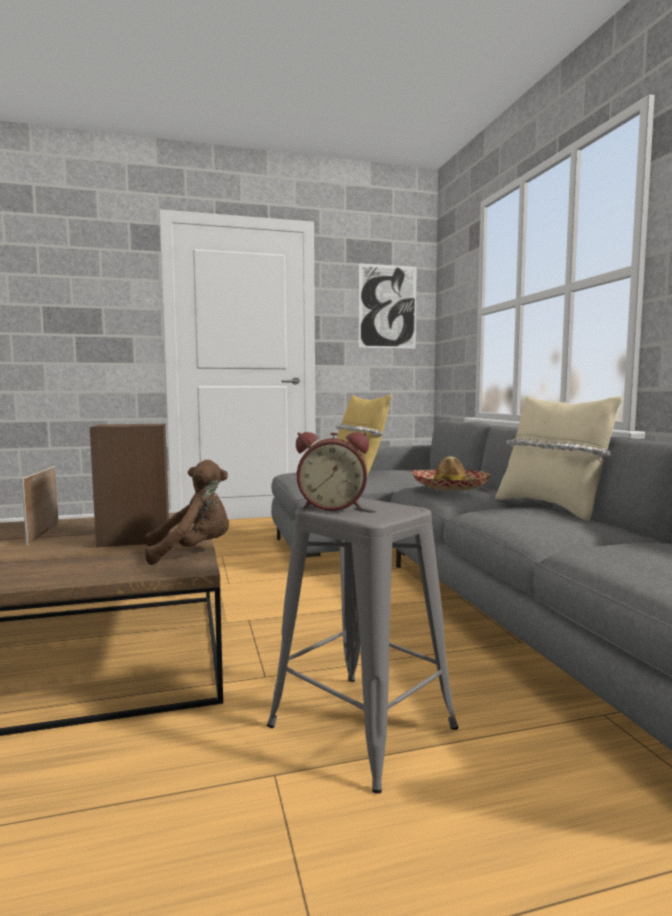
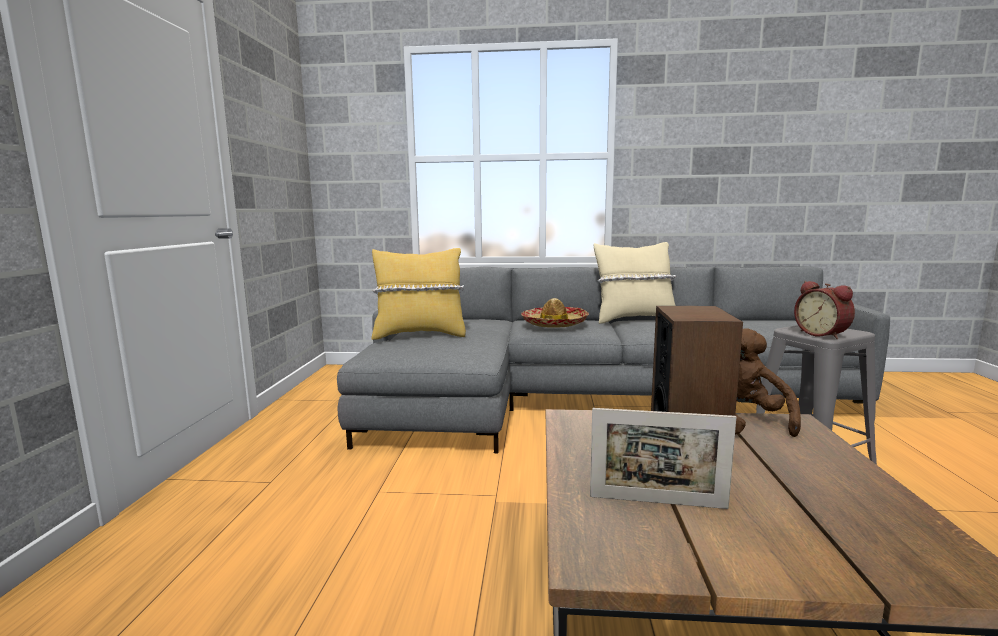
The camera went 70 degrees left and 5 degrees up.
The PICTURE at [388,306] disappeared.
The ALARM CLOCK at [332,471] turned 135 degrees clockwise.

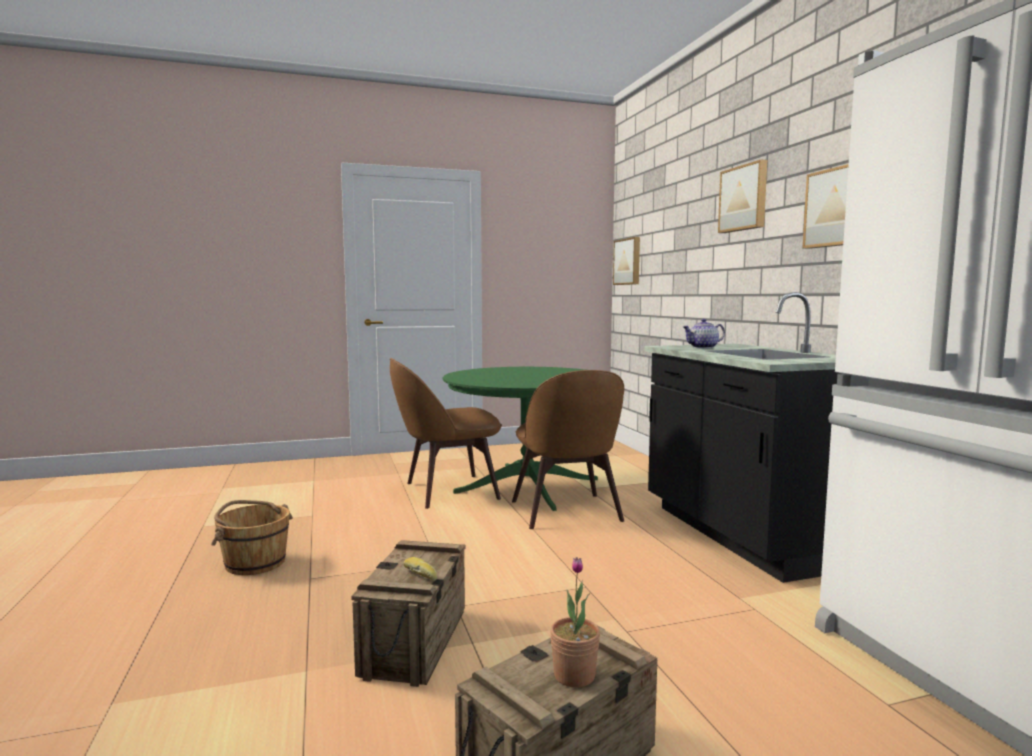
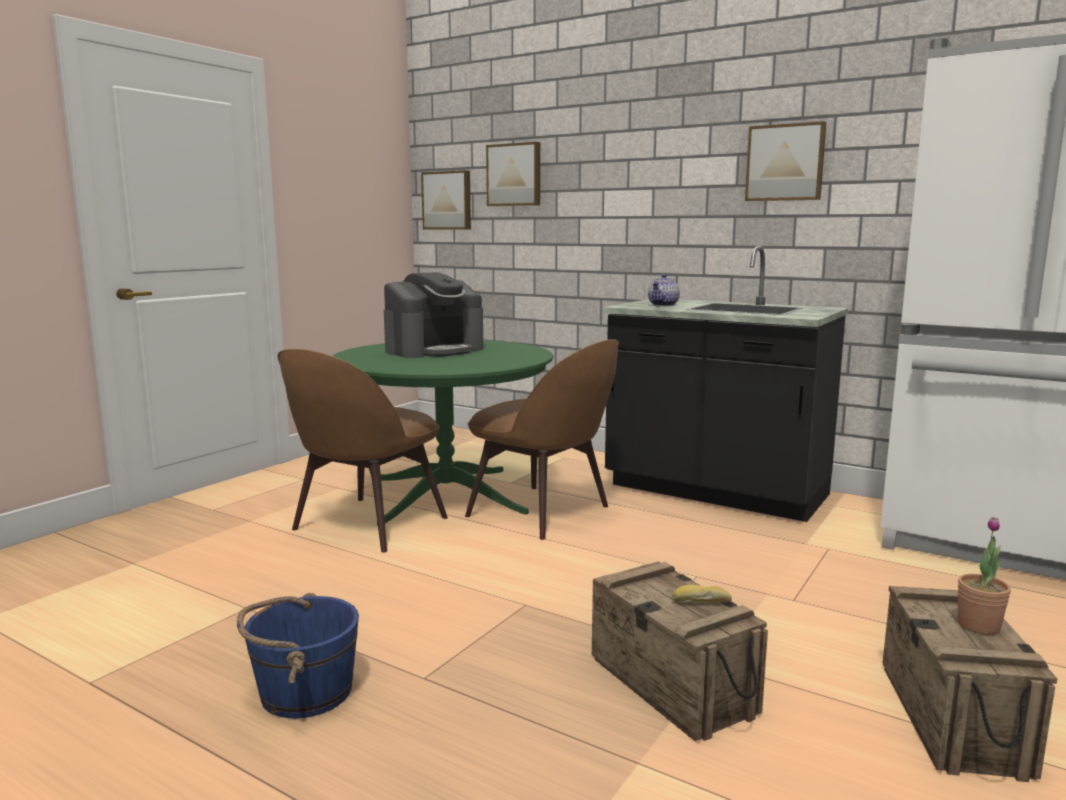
The camera went 40 degrees left and 5 degrees up.
The COFFEE MACHINE at [433,315] appeared.
The PICTURE moved from [742,196] to [513,174].
The BROWN BUCKET at [252,537] became the BLUE BUCKET at [298,655].

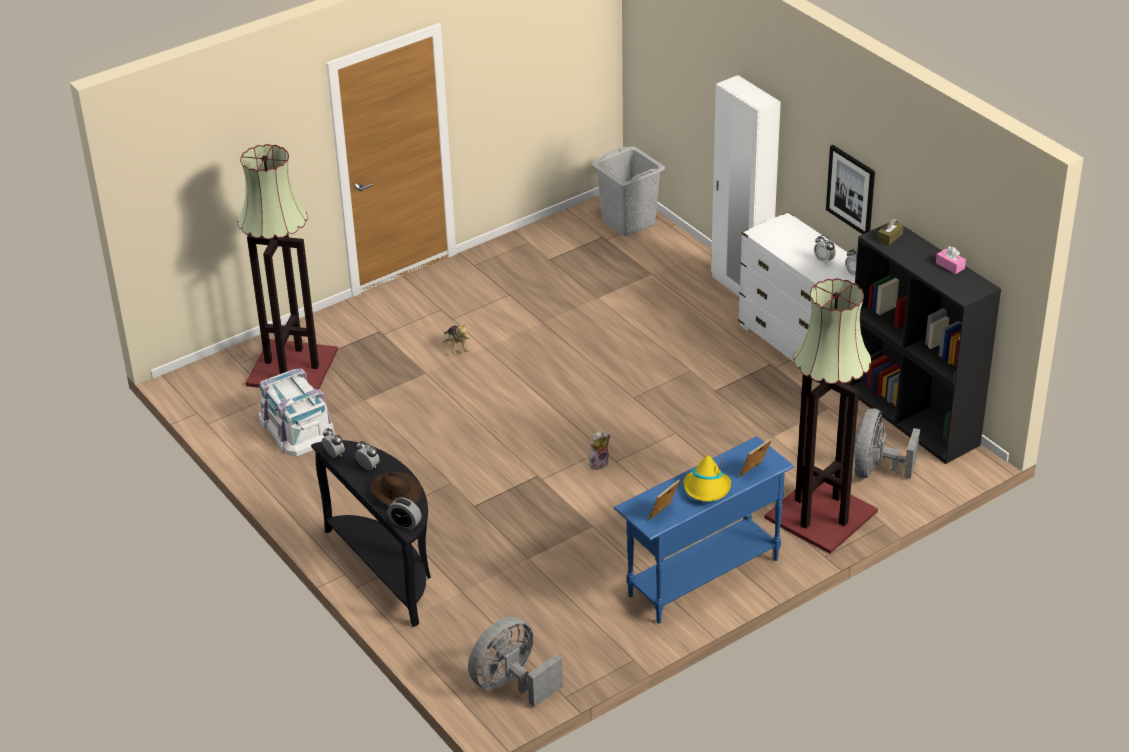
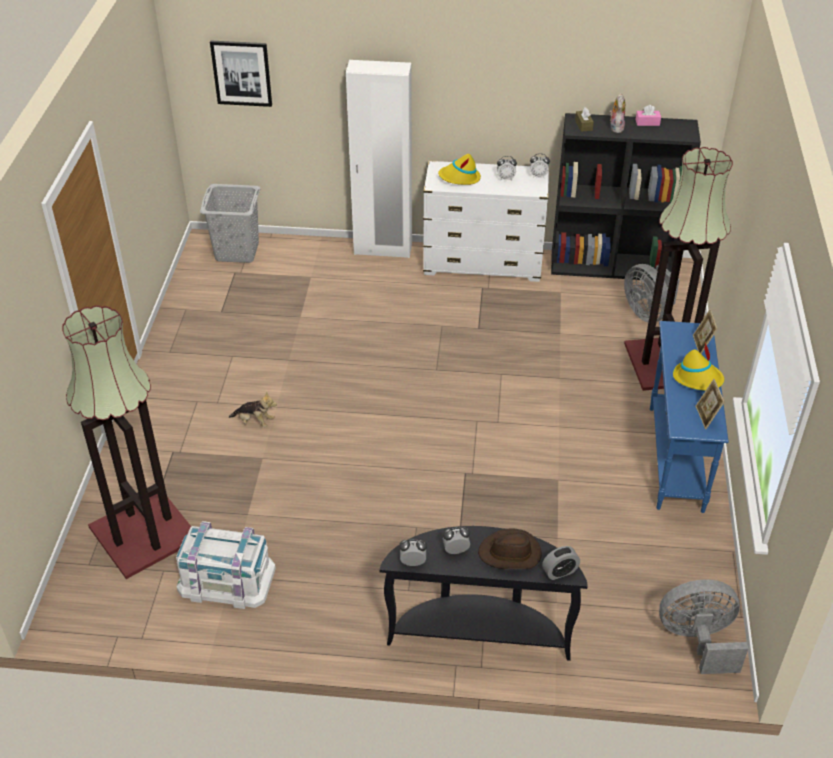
The camera went 50 degrees left and 5 degrees up.
The YELLOW HAT at [459,169] appeared.
The PLUSH TOY moved from [600,450] to [617,113].
The PICTURE moved from [850,189] to [241,74].
The GREY FAN at [515,662] turned 90 degrees clockwise.

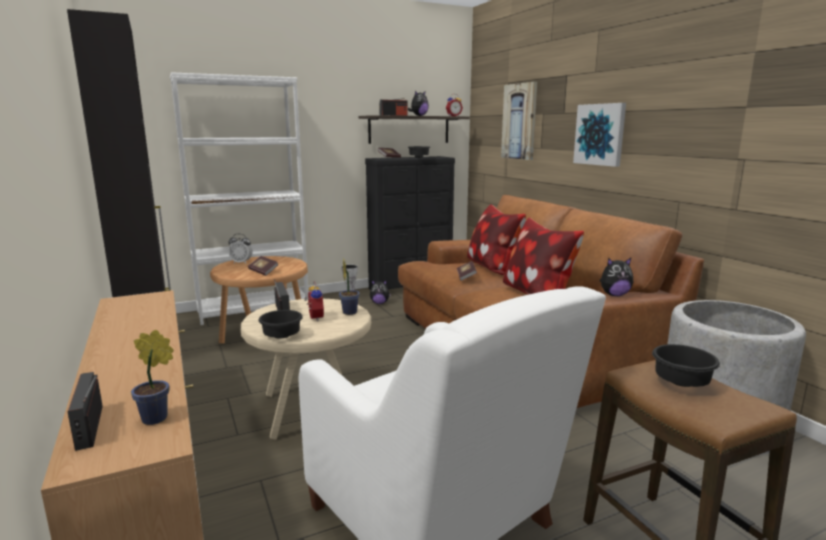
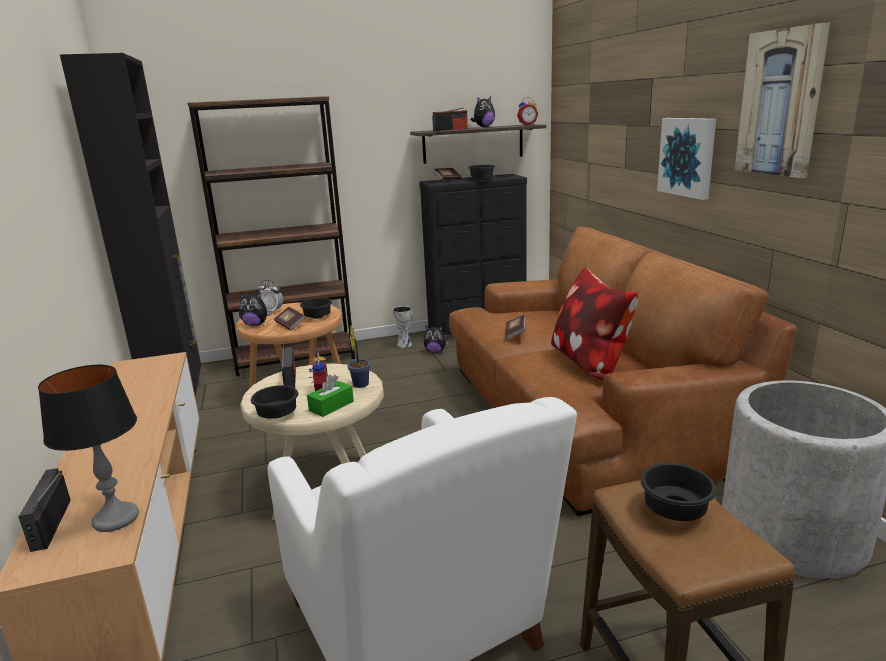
The camera went 10 degrees right and 5 degrees up.
The PILLOW at [496,239] disappeared.
The BLACK BOWL at [316,308] appeared.
The GREEN TISSUE BOX at [330,396] appeared.
The PICTURE moved from [519,121] to [782,100].
The PLUSH TOY moved from [616,277] to [255,309].
The POTTED PLANT at [152,377] was replaced by the TABLE LAMP at [88,448].
The WHITE BOOKCASE at [239,198] became the BROWN BOOKCASE at [271,236].

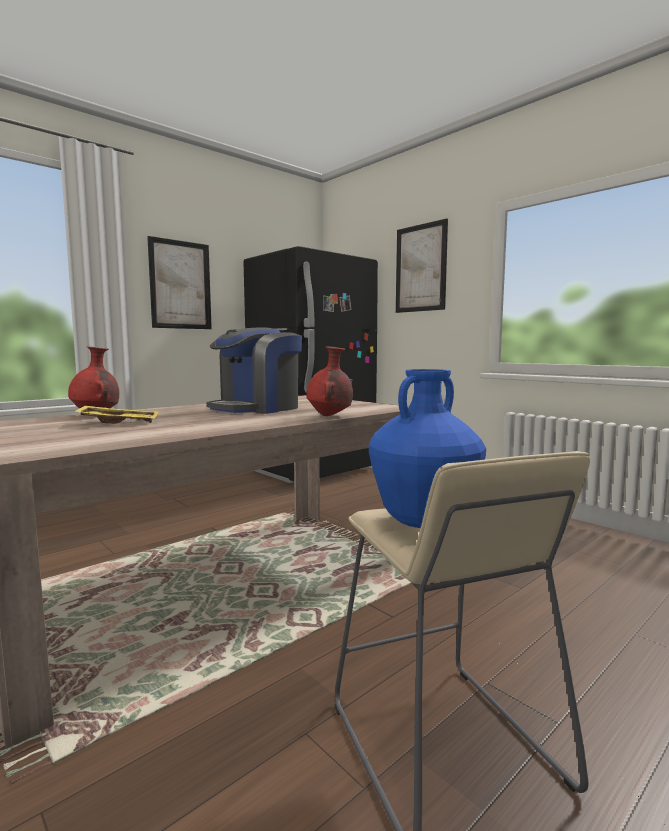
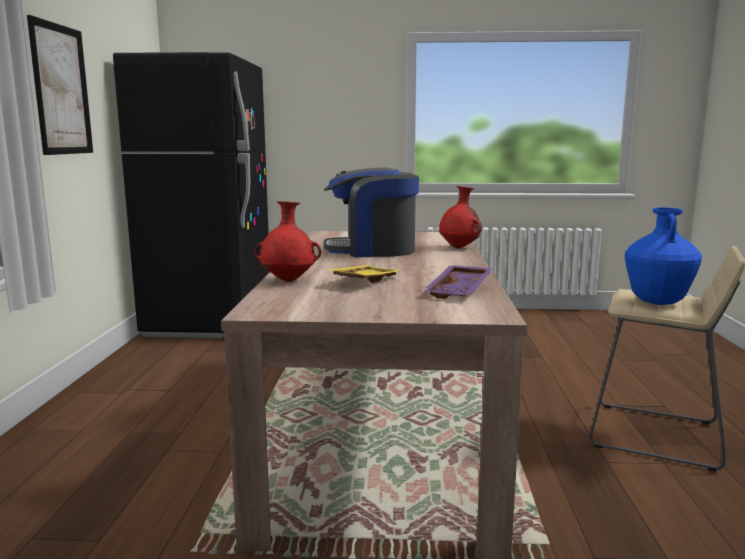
The camera went 45 degrees left and 5 degrees up.
The PICTURE at [422,265] disappeared.
The PURPLE TRAY at [458,282] appeared.
The COFFEE MACHINE at [254,370] turned 90 degrees clockwise.

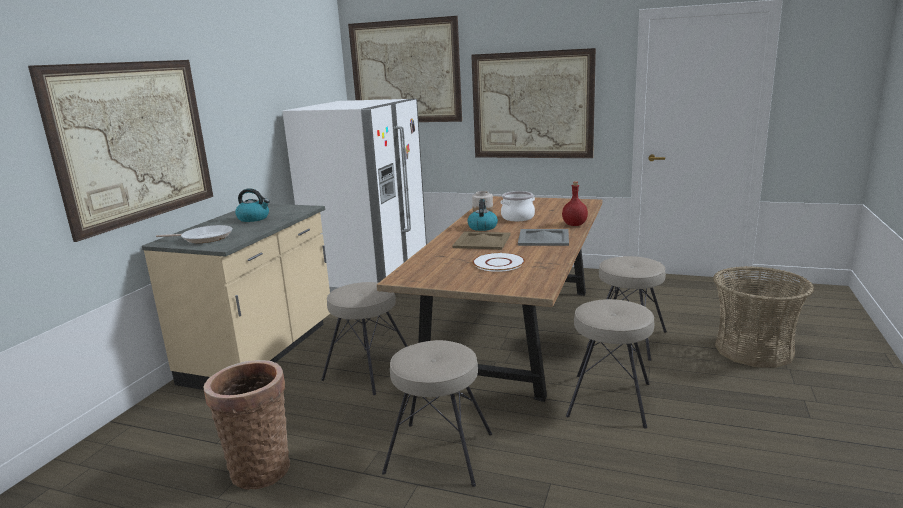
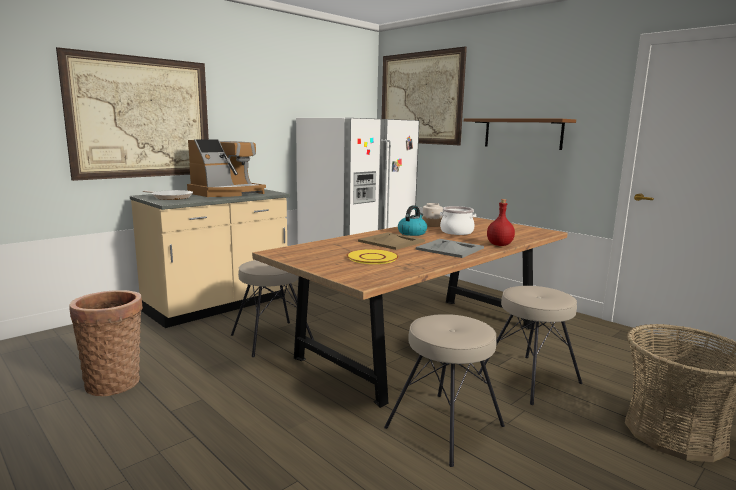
The camera went 25 degrees right and 5 degrees down.
The BEIGE STOOL at [437,413] disappeared.
The KETTLE at [252,205] was replaced by the COFFEE MACHINE at [226,168].
The PICTURE at [533,103] was replaced by the BROWN SHELF at [520,134].
The WHITE PLATE at [498,262] became the YELLOW PLATE at [372,256].

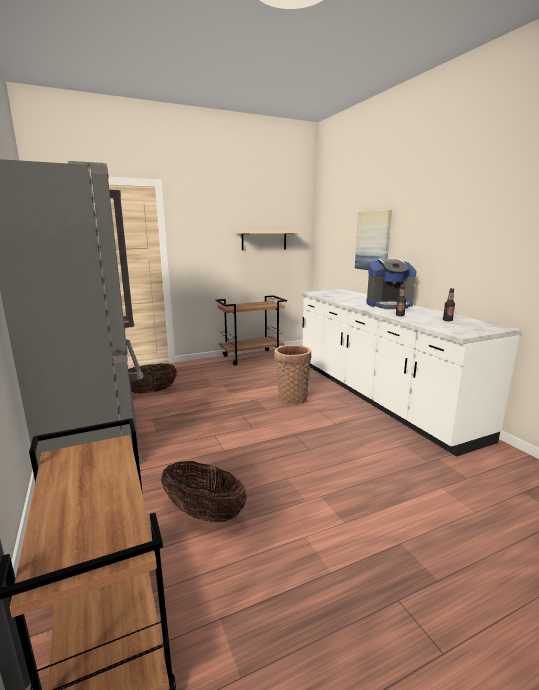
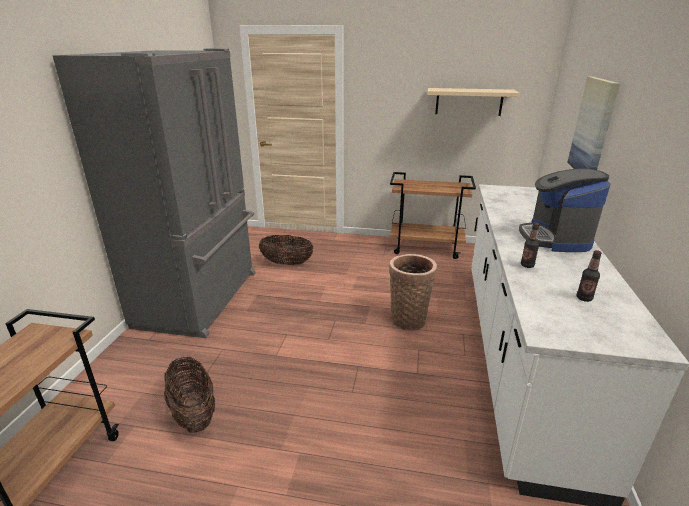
The camera went 35 degrees right and 10 degrees up.
The COFFEE MACHINE at [391,284] turned 60 degrees clockwise.

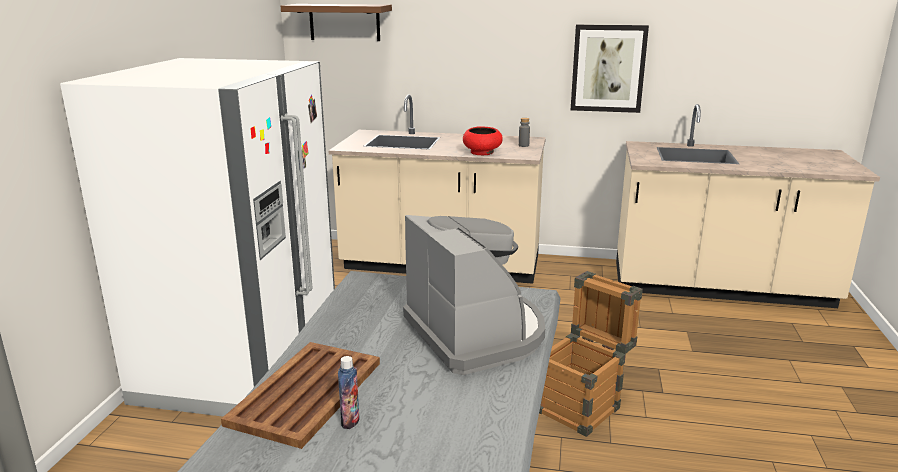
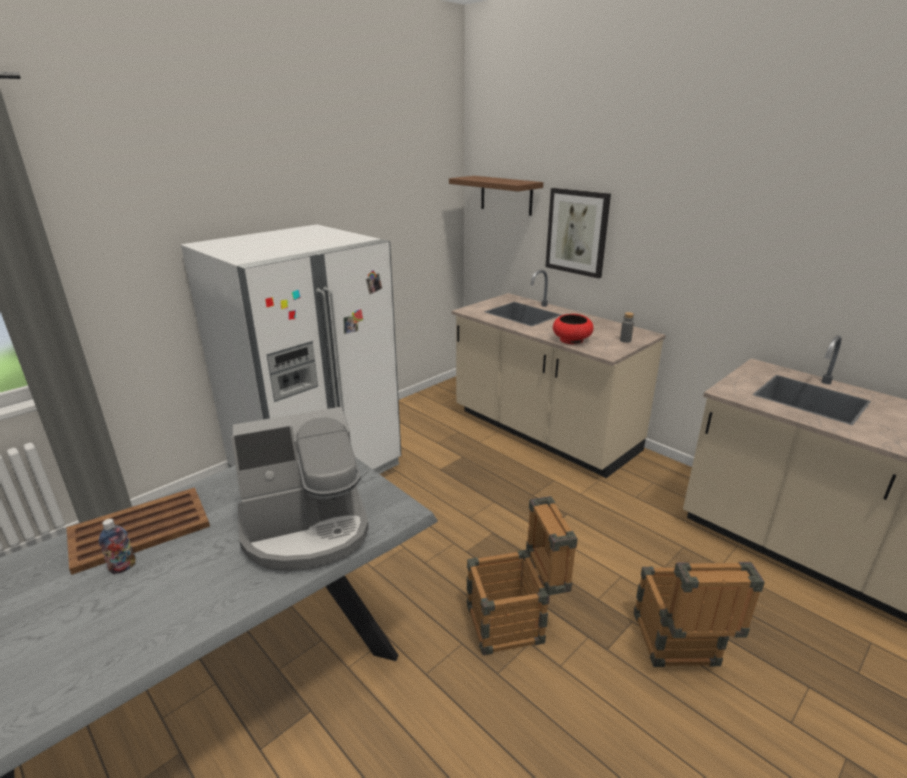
The camera went 35 degrees right and 5 degrees up.
The CRATE at [699,614] appeared.
The PICTURE moved from [610,68] to [578,233].
The COFFEE MACHINE at [474,295] turned 60 degrees clockwise.

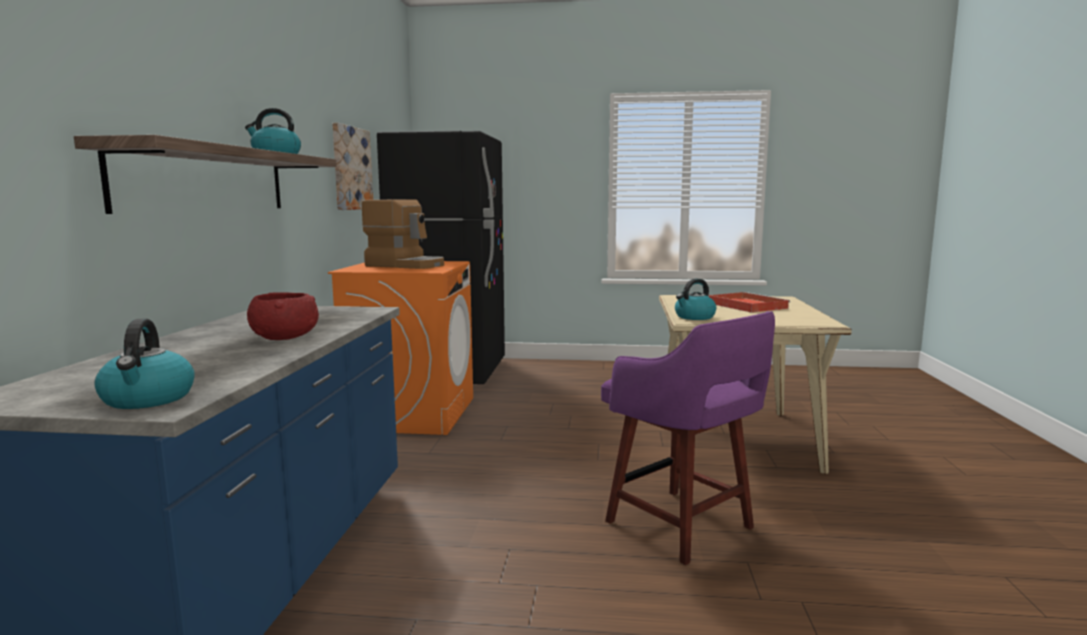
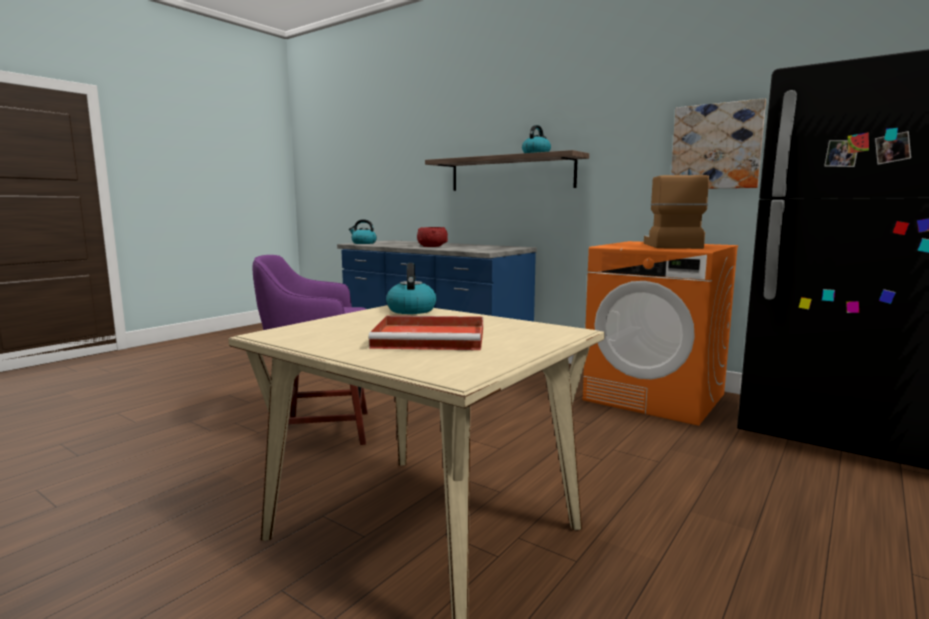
The camera went 120 degrees right and 0 degrees up.
The COFFEE MACHINE at [403,234] turned 135 degrees clockwise.

